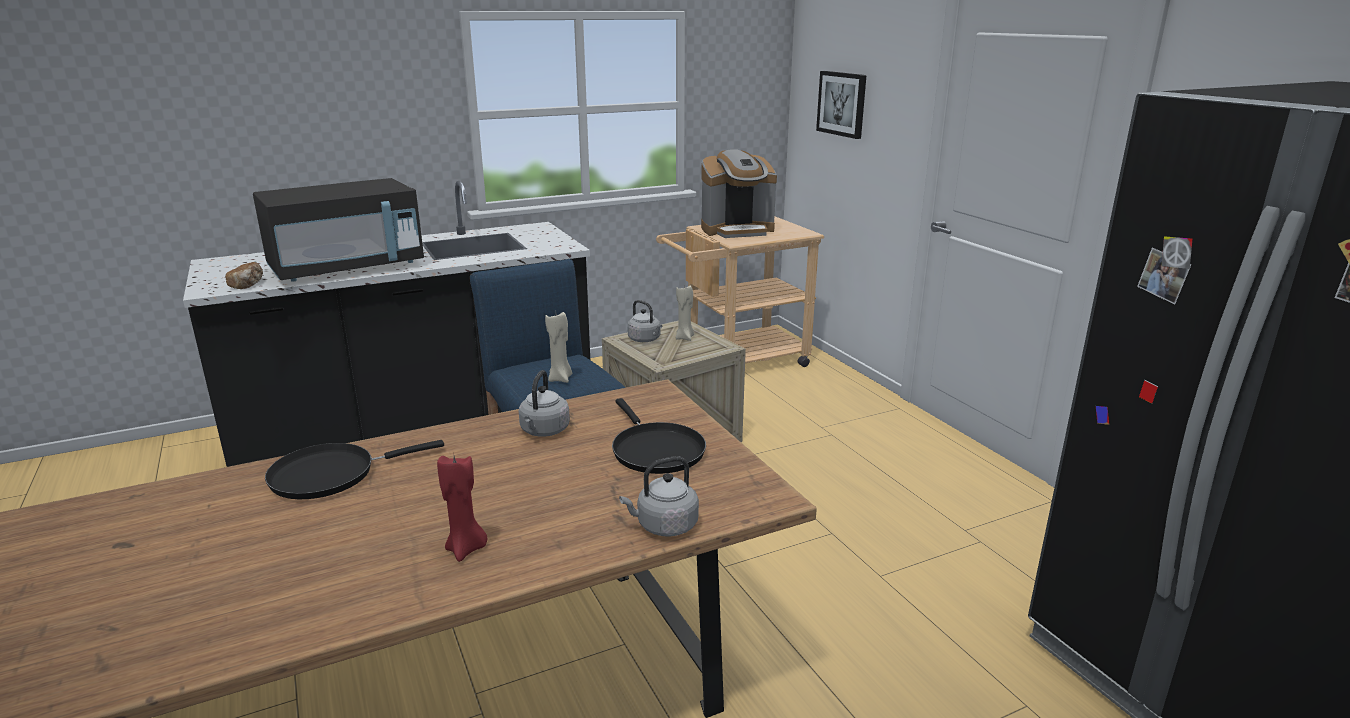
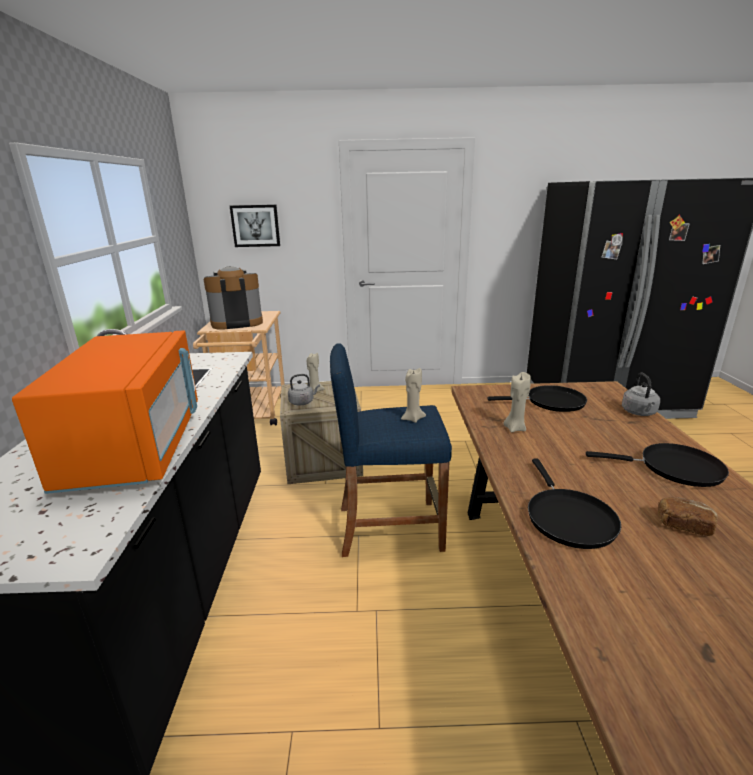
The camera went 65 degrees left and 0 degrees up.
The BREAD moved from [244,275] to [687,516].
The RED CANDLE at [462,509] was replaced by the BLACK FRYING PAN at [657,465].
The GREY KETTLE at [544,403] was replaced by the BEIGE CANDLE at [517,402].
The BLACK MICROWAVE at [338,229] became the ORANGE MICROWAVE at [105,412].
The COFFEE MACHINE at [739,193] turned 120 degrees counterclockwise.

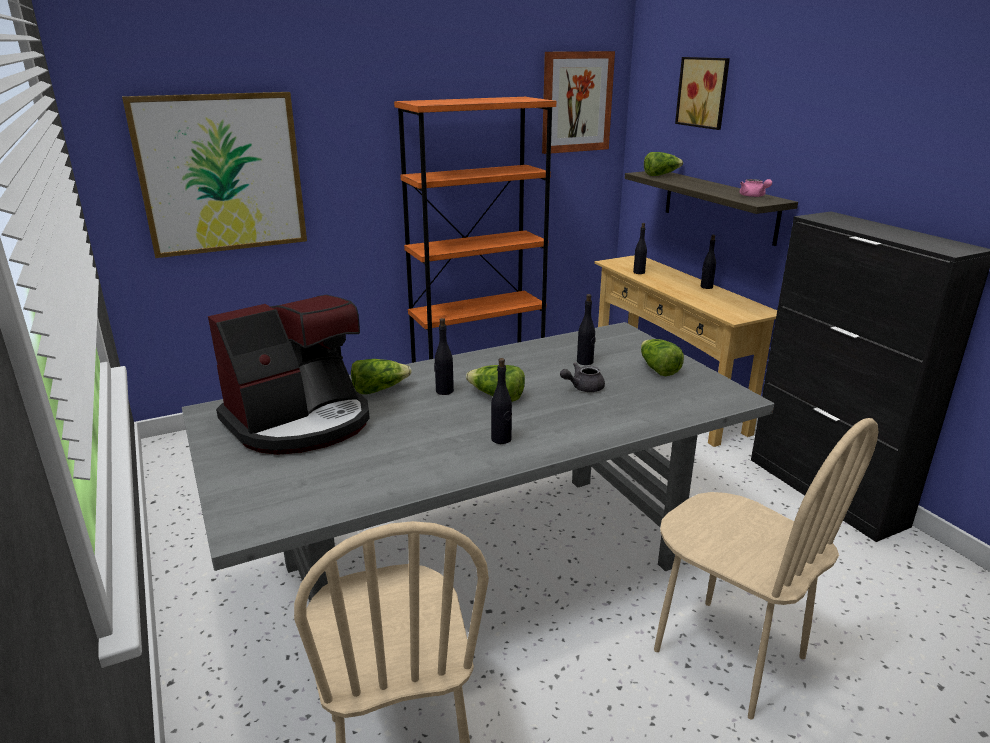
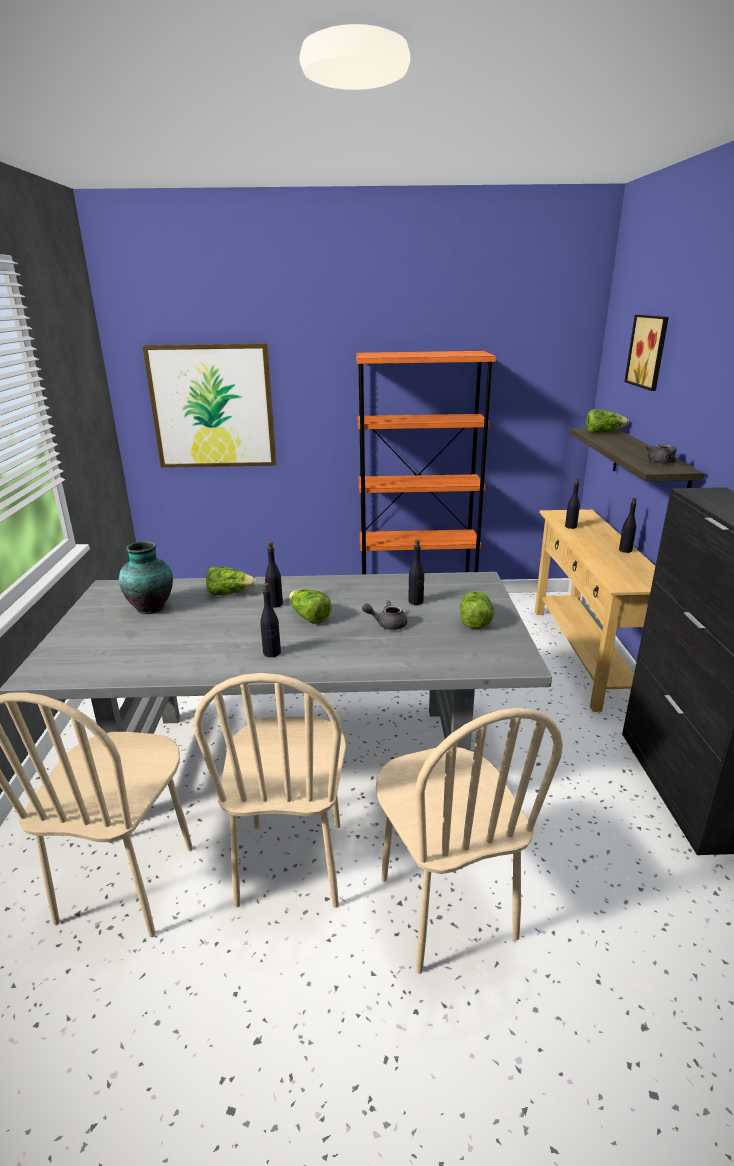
The camera went 25 degrees right and 0 degrees up.
The PICTURE at [578,102] disappeared.
The BEIGE CHAIR at [270,790] appeared.
The COFFEE MACHINE at [289,375] was replaced by the VASE at [146,577].
The PINK TEAPOT at [756,188] became the GREY TEAPOT at [661,454].

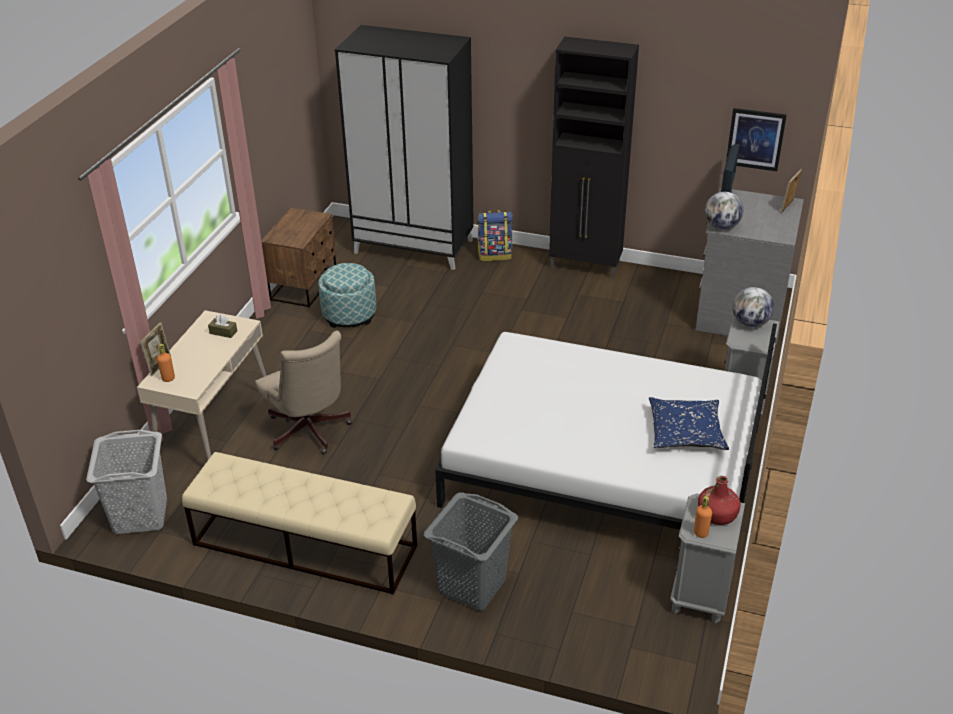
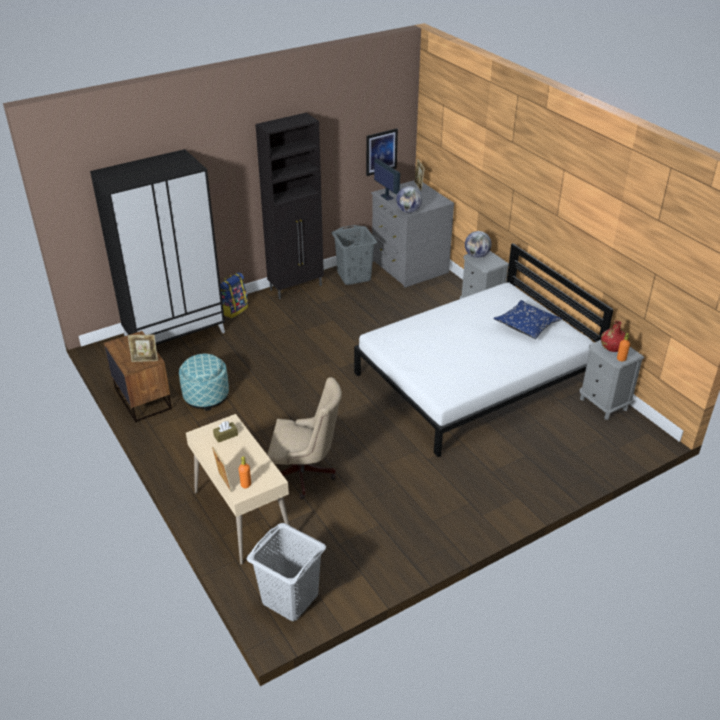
The camera went 50 degrees left and 0 degrees up.
The BEIGE BENCH at [299,523] disappeared.
The PICTURE FRAME at [143,348] appeared.
The GREY LAUNDRY BASKET moved from [471,551] to [354,255].

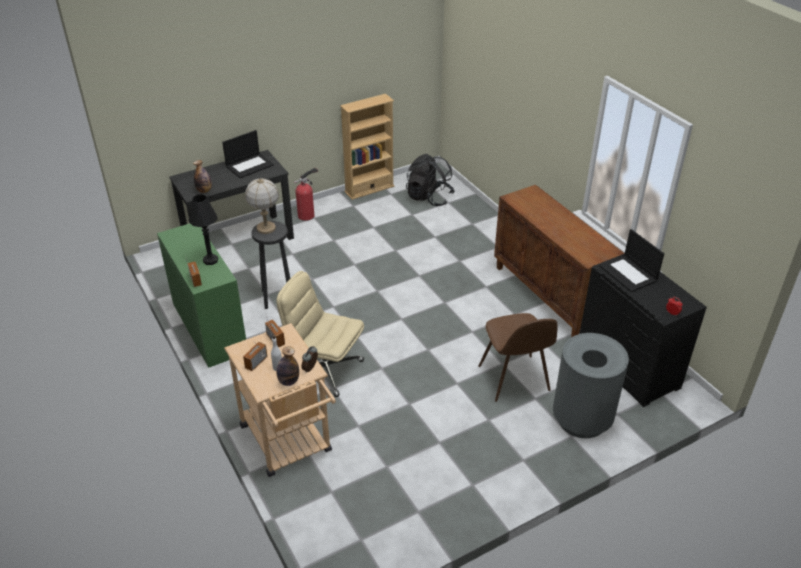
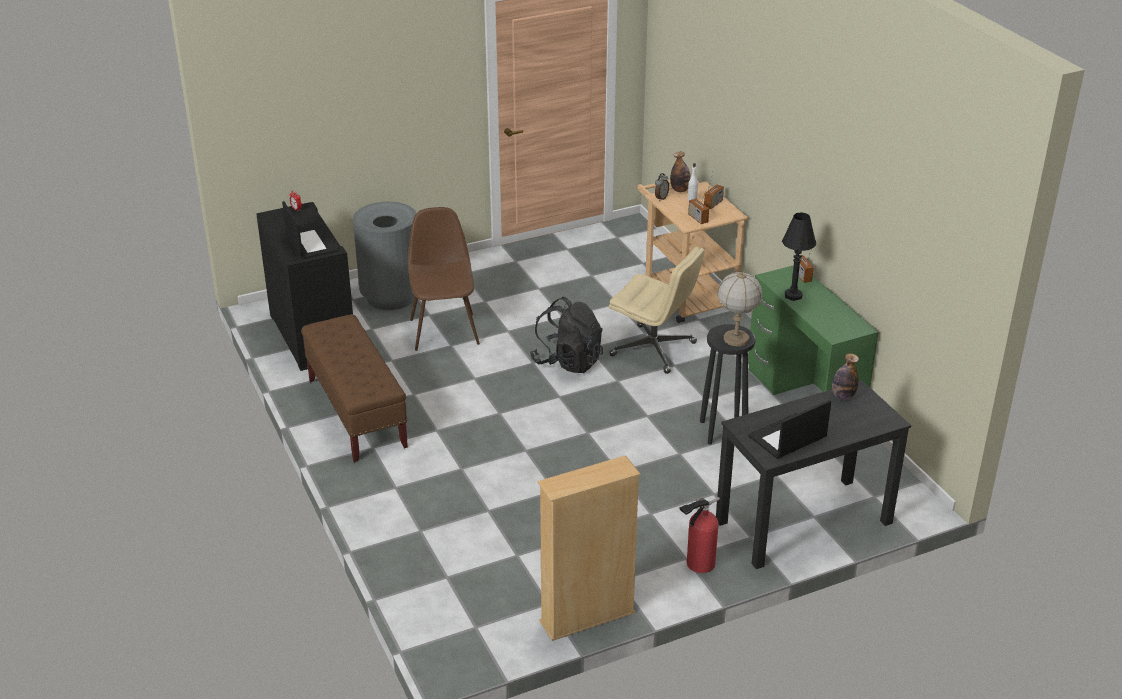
The camera went 175 degrees left and 5 degrees down.
The BLACK BACKPACK moved from [430,180] to [566,335].
The BROWN CABINET at [559,261] was replaced by the BROWN BENCH at [354,388].

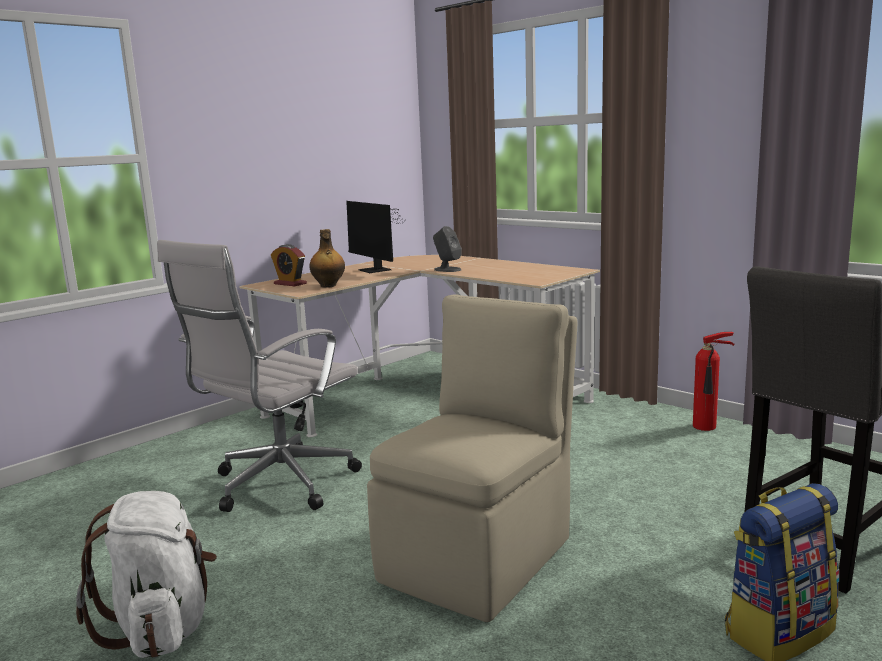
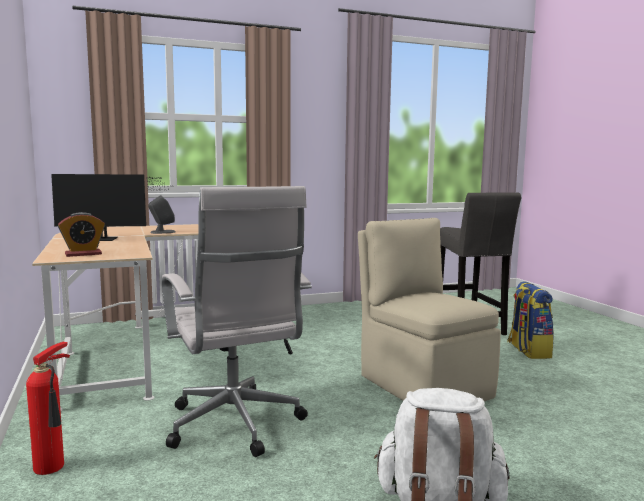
The camera went 65 degrees left and 5 degrees down.
The BOTTLE at [327,258] disappeared.
The FIRE EXTINGUISHER moved from [714,381] to [48,408].

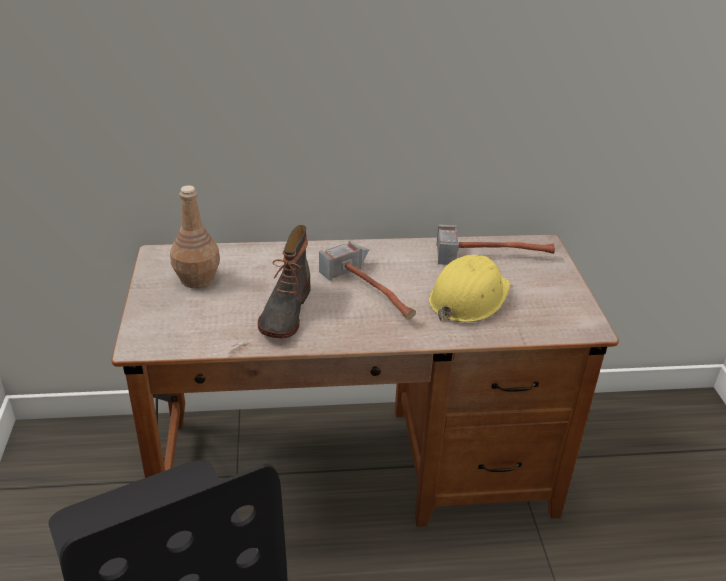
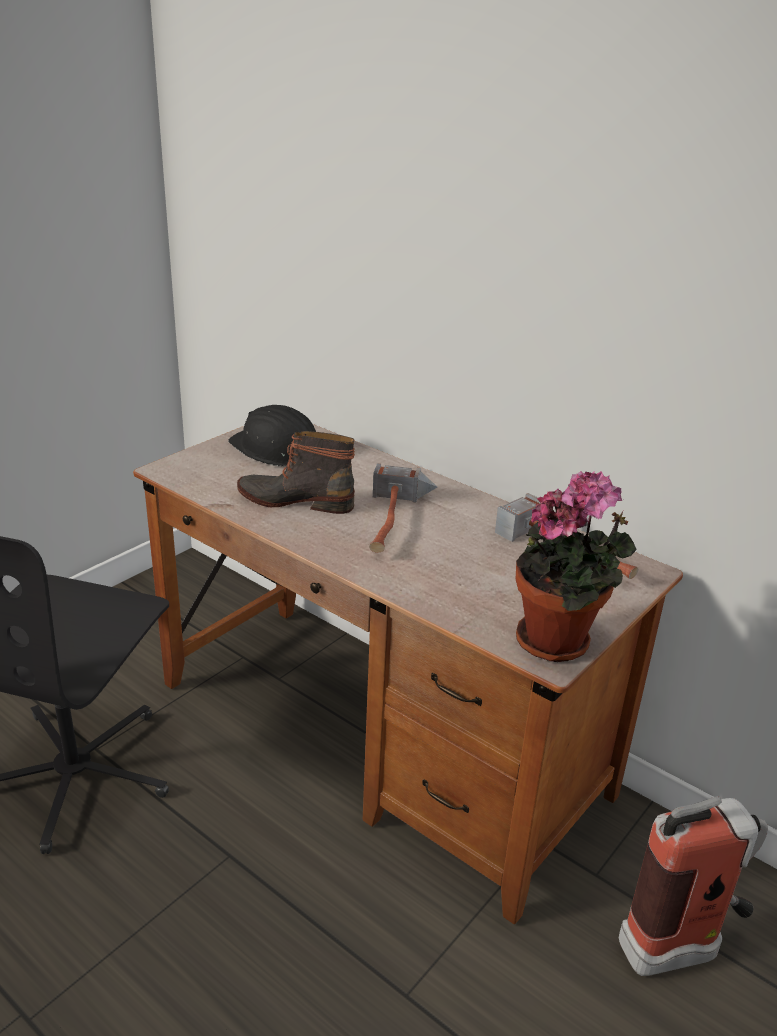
The camera went 45 degrees right and 5 degrees down.
The YELLOW HARD HAT at [469,288] disappeared.
The POTTED PLANT at [576,566] appeared.
The FIRE EXTINGUISHER at [693,886] appeared.
The BROWN BOTTLE at [195,236] was replaced by the BLACK HARD HAT at [272,436].
The BOOT at [284,281] turned 45 degrees clockwise.

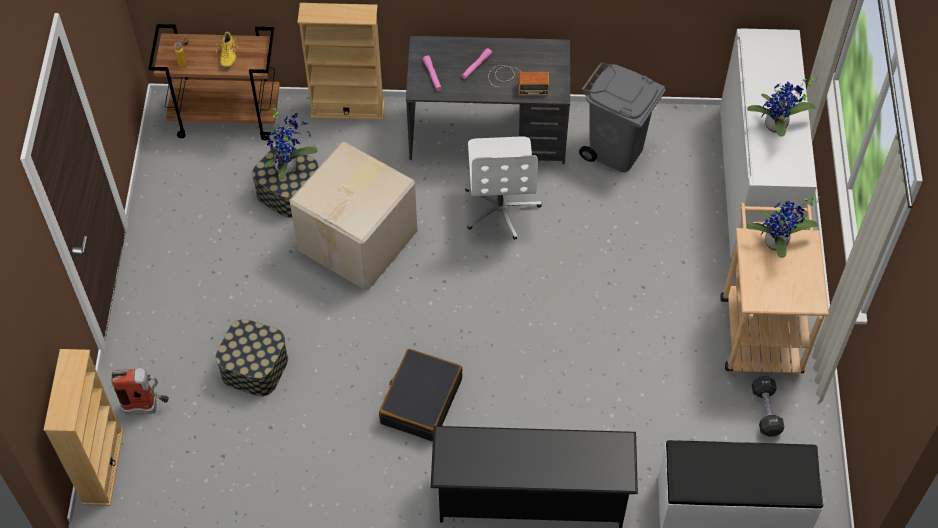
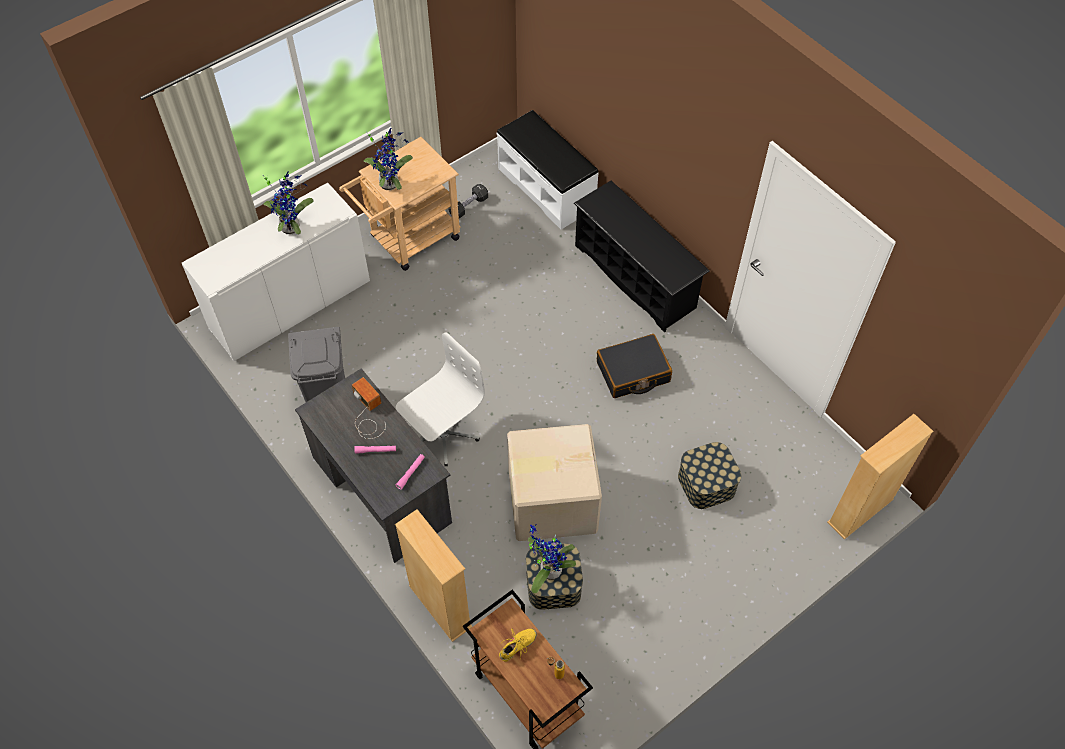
The camera went 130 degrees left and 0 degrees up.
The FIRE EXTINGUISHER at [140,391] disappeared.

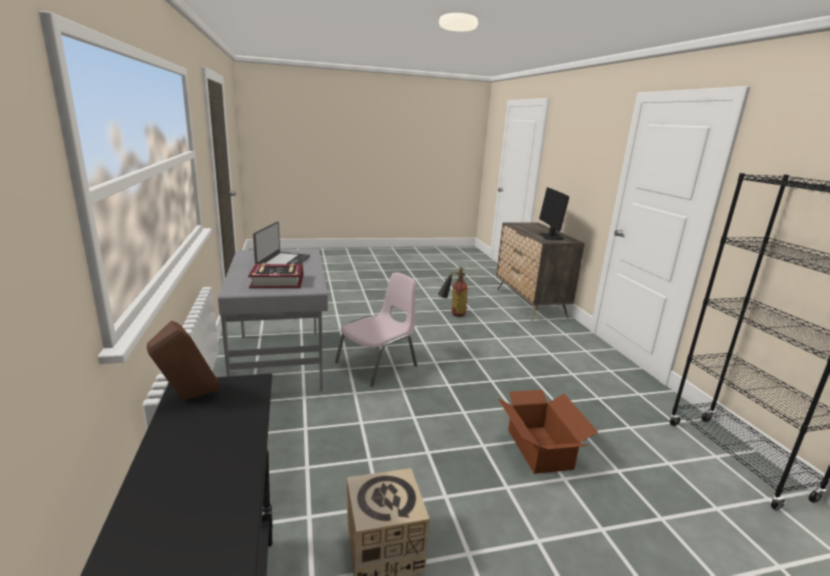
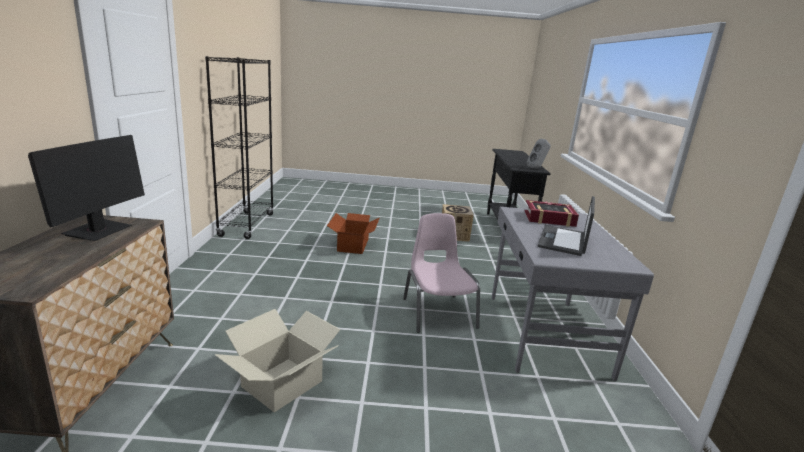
The camera went 165 degrees left and 0 degrees up.
The FIRE EXTINGUISHER at [452,292] was replaced by the CARDBOARD BOX at [278,360].
The BROWN SPEAKER at [183,360] became the GREY SPEAKER at [539,154].
The PINK CHAIR at [376,330] turned 105 degrees clockwise.

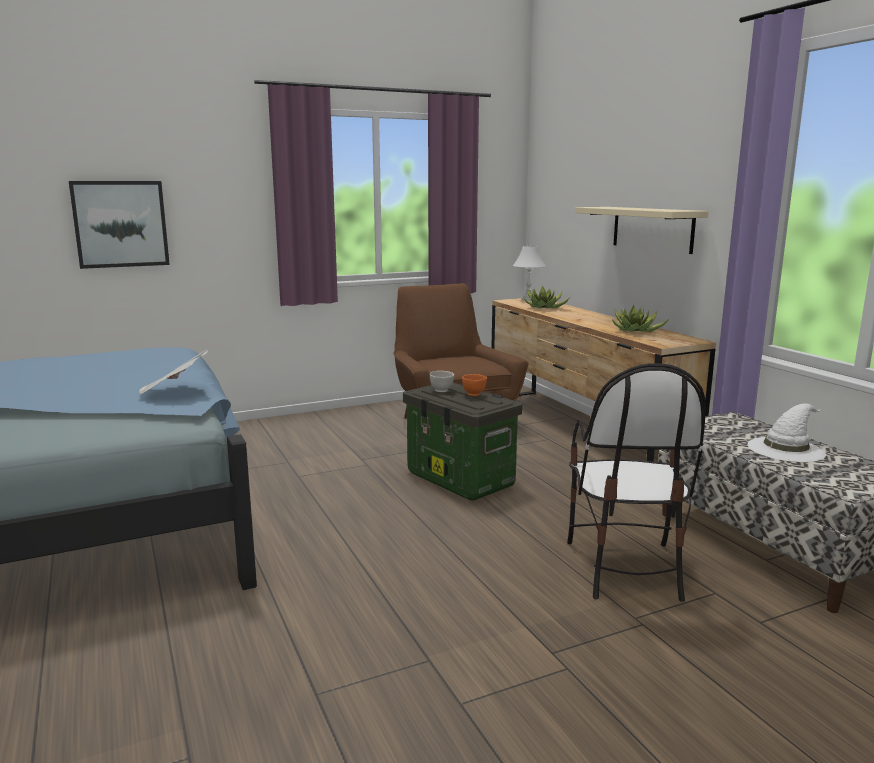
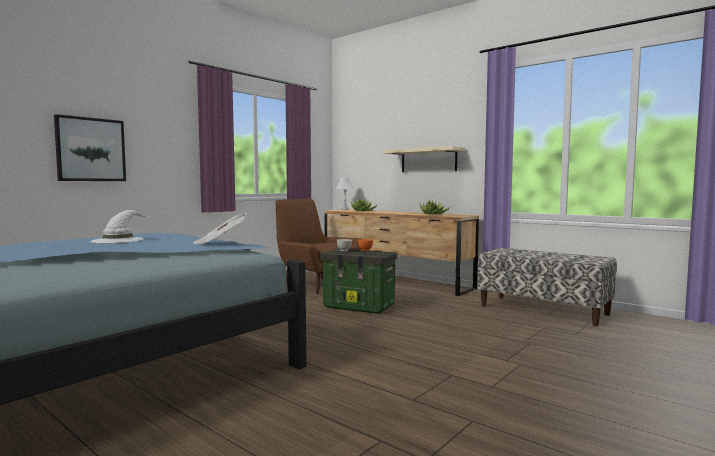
The camera went 25 degrees left and 10 degrees down.
The CHAIR at [636,482] disappeared.
The WHITE HAT moved from [787,433] to [118,226].

